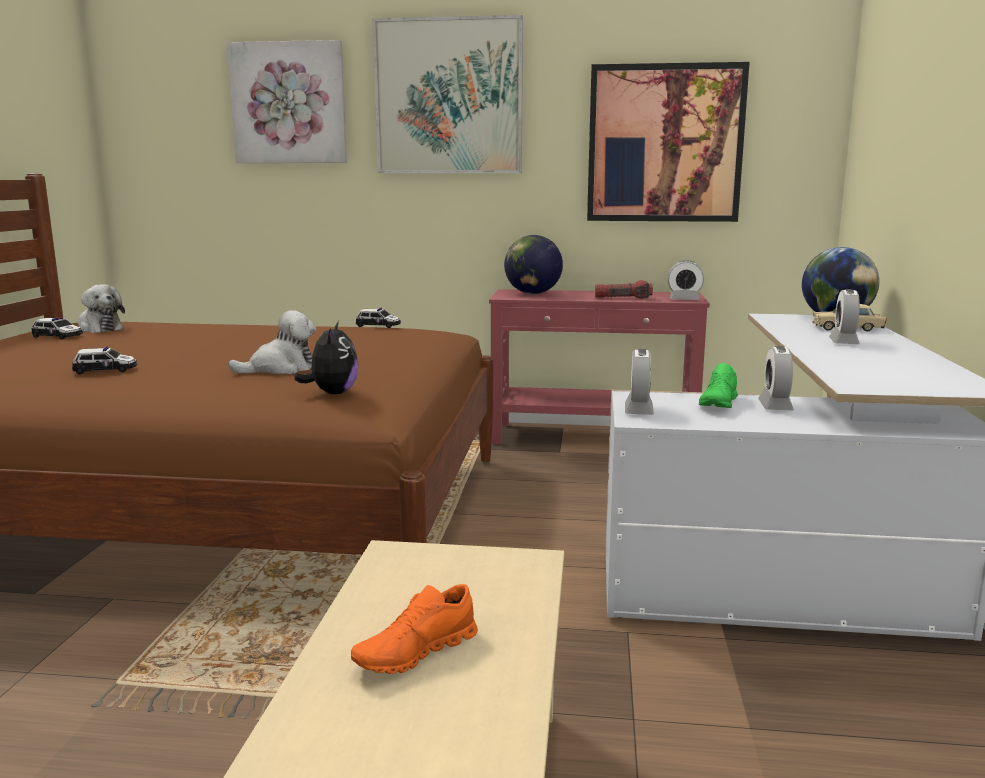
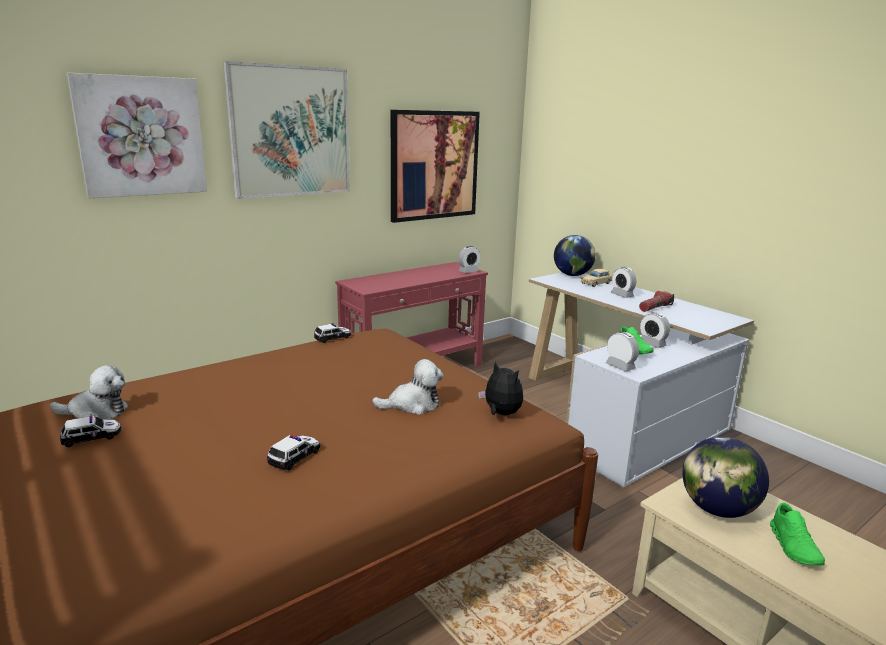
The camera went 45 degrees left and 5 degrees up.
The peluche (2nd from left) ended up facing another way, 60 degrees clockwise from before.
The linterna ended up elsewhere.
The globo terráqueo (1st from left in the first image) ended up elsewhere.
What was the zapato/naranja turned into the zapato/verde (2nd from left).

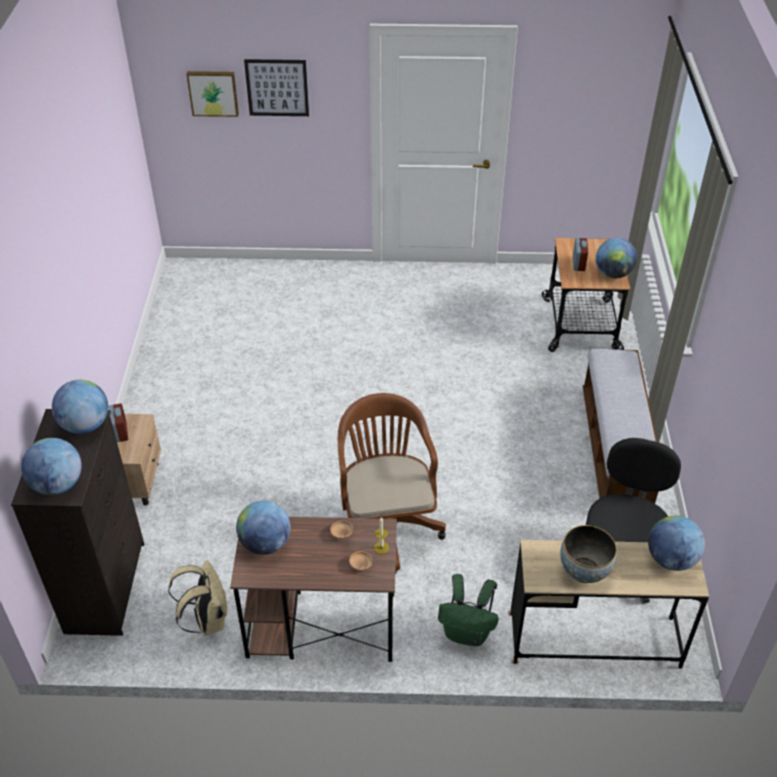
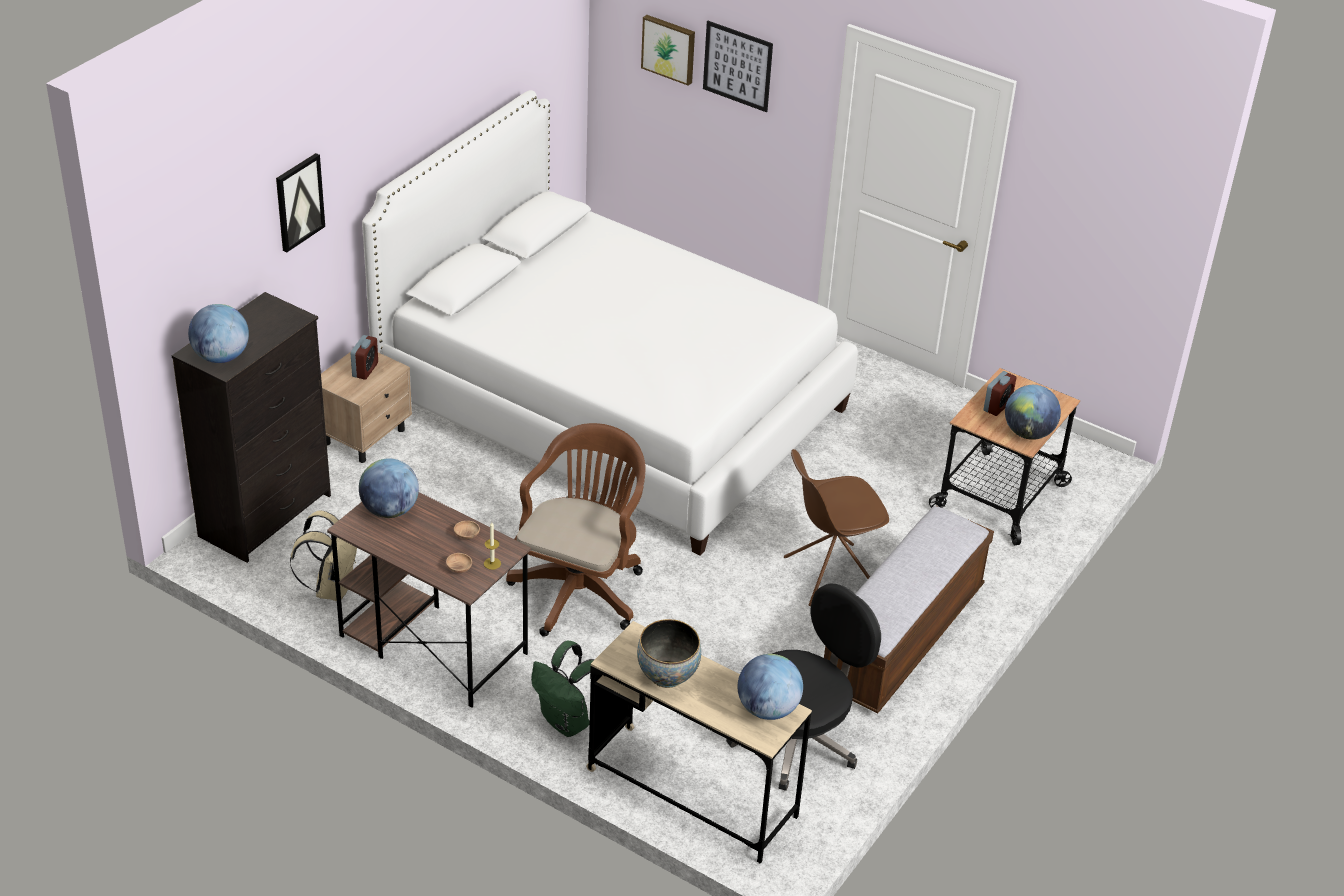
The camera went 30 degrees right and 5 degrees down.
The second view gained the cuadro (1st from left).
The second view gained the cama/blanco.
The second view gained the silla/marrón.
The second view lost the globo terráqueo (2nd from left).

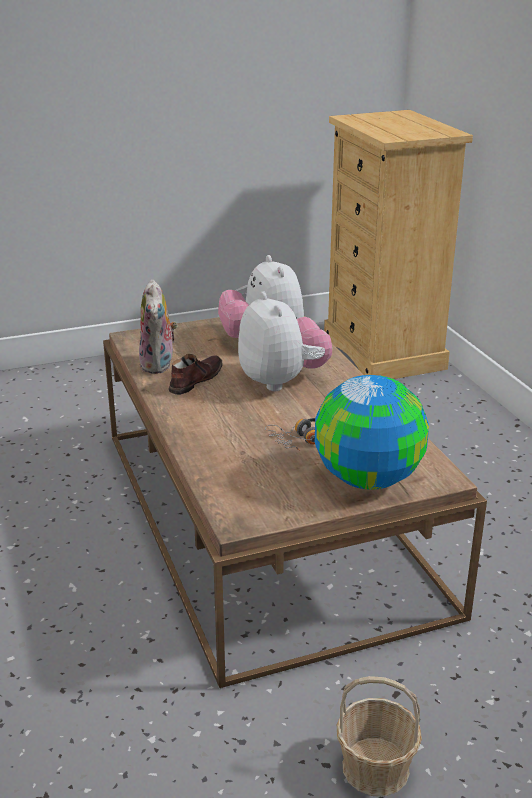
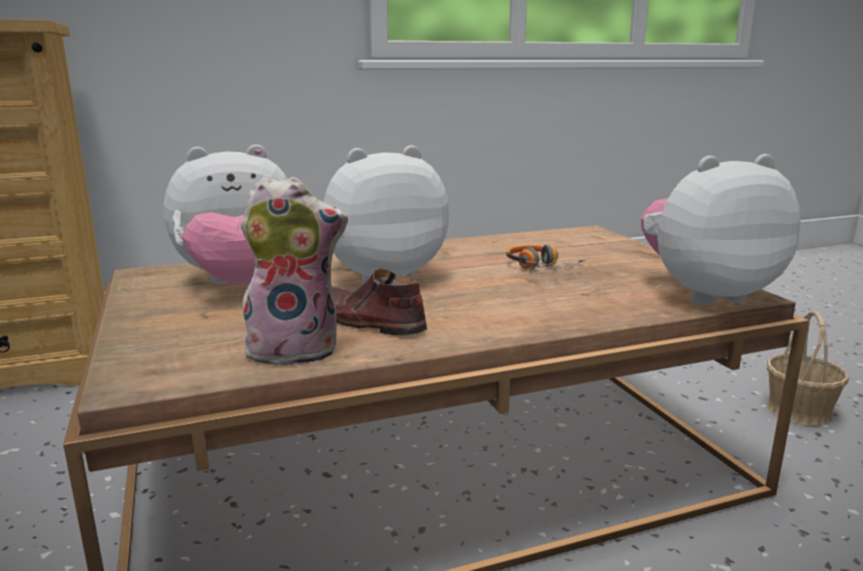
The camera went 90 degrees left and 10 degrees down.
The second view gained the peluche (4th from left).
The second view lost the globo terráqueo.

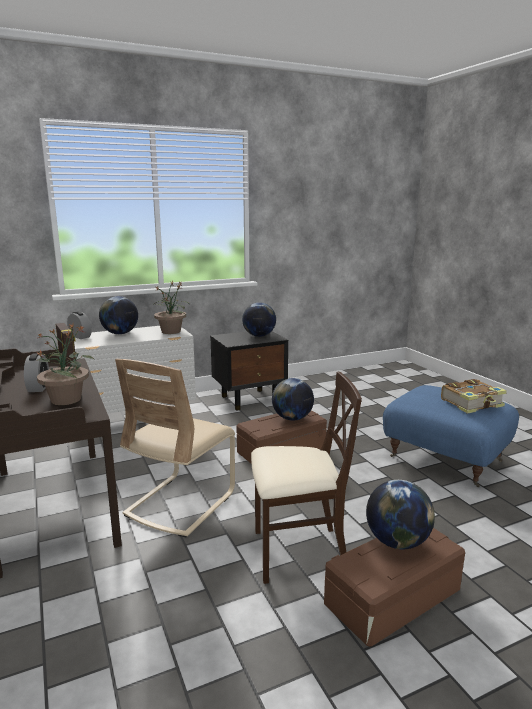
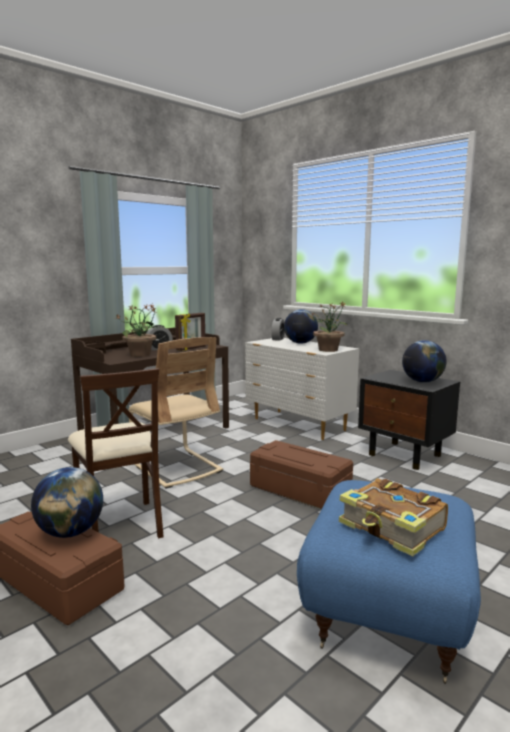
The camera went 70 degrees right and 5 degrees down.
The silla/beis (1st from left in the first image) ended up facing another way, 135 degrees counterclockwise from before.
The second view lost the globo terráqueo (3rd from left).

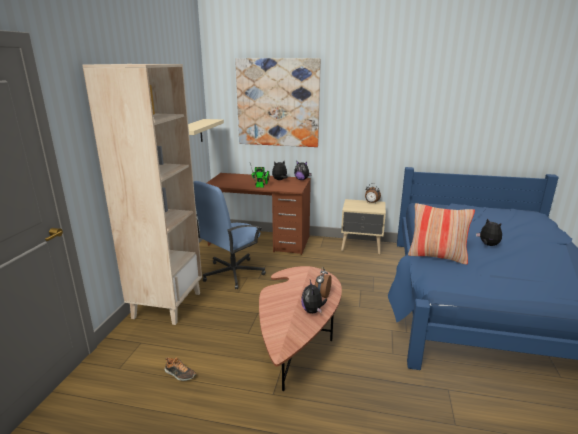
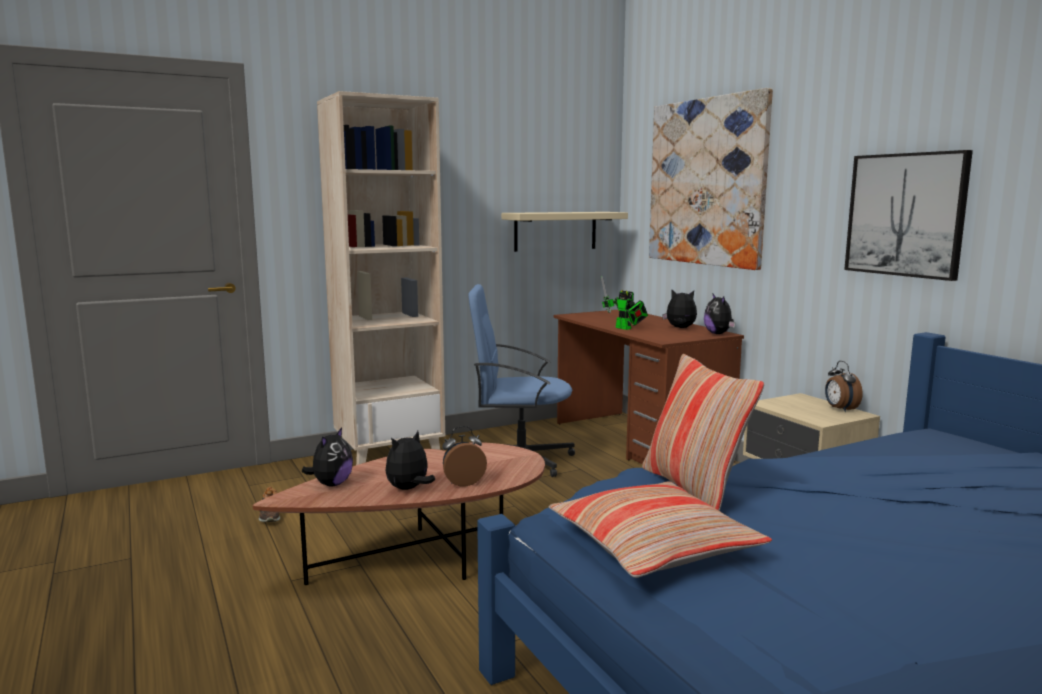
The camera went 50 degrees right and 10 degrees down.
The peluche (4th from left in the first image) ended up elsewhere.
The second view gained the cojín (1st from left).
The second view gained the cuadro (2nd from left).

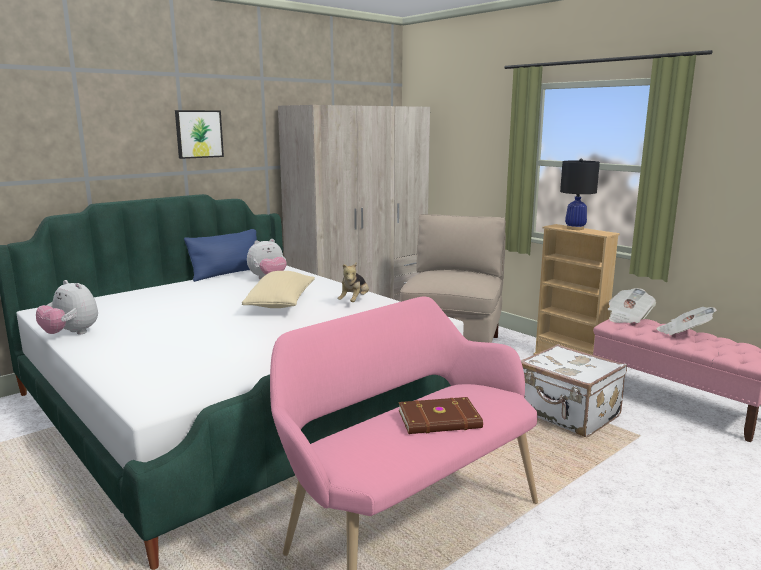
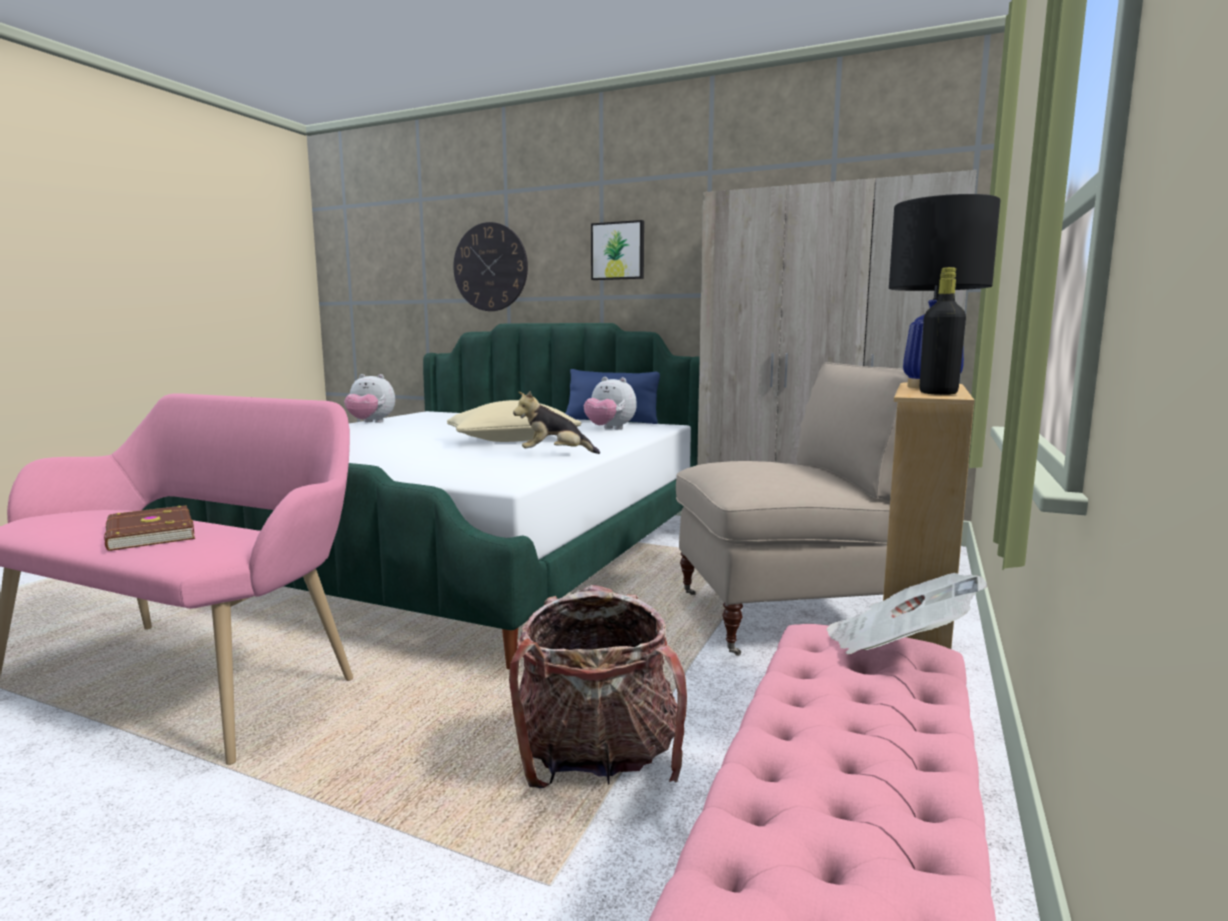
The camera went 65 degrees right and 5 degrees down.
The peluche (1st from left) ended up facing another way, 90 degrees counterclockwise from before.
The second view gained the reloj de pared.
Where the maleta/blanco stood, the mochila came to stand.
The second view gained the botella/negro.
The second view lost the periódico (2nd from left).

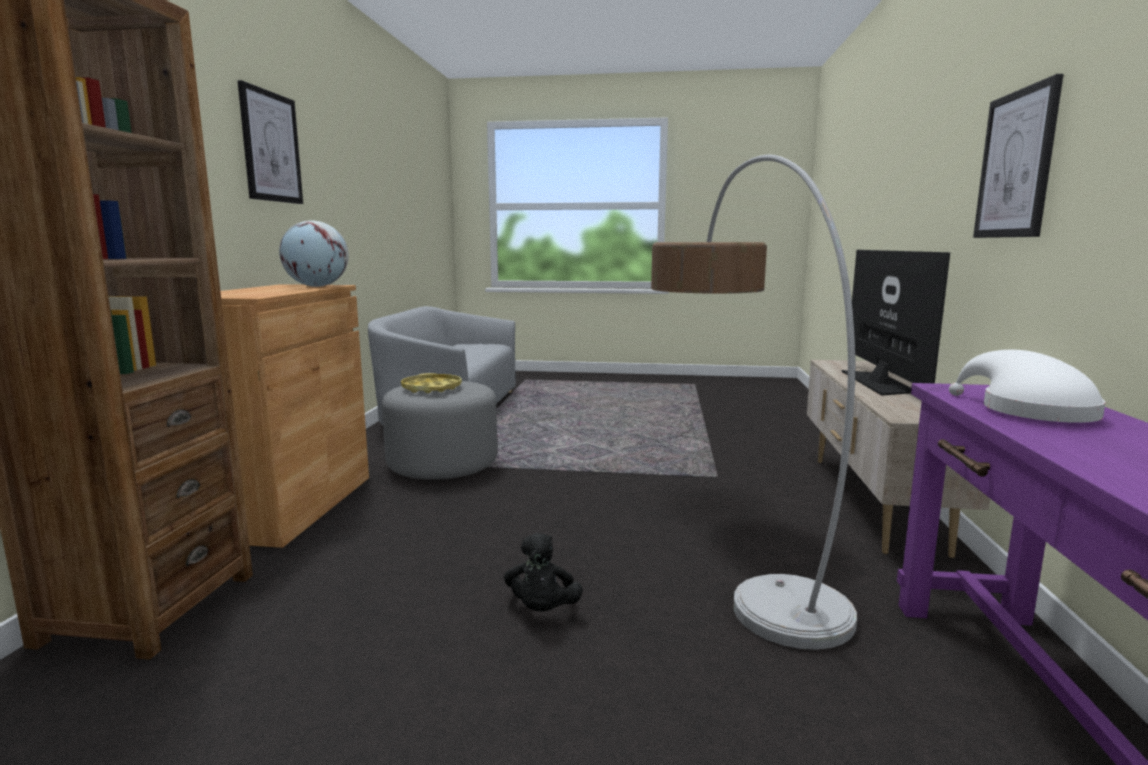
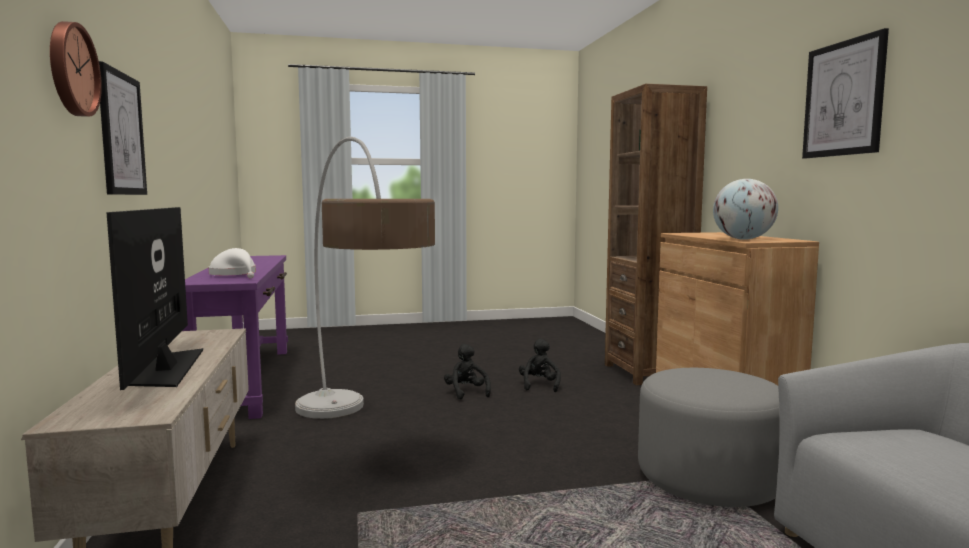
The camera went 160 degrees right and 5 degrees down.
The second view gained the reloj de pared.
The second view gained the peluche/negro (2nd from left).
The second view lost the bandeja/amarillo.

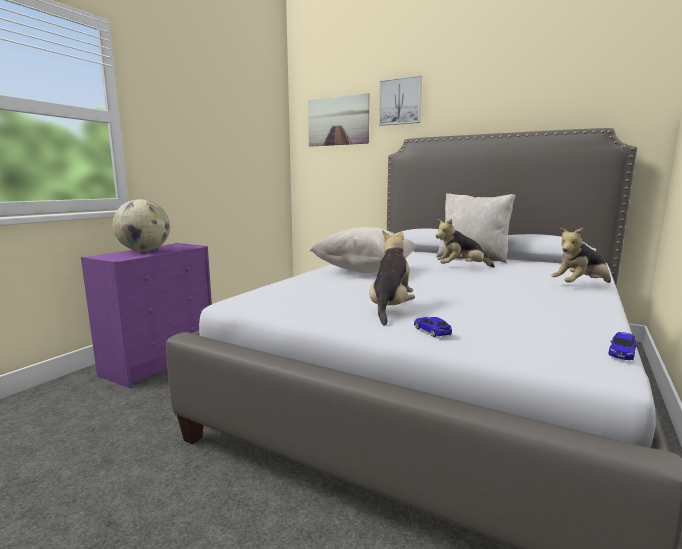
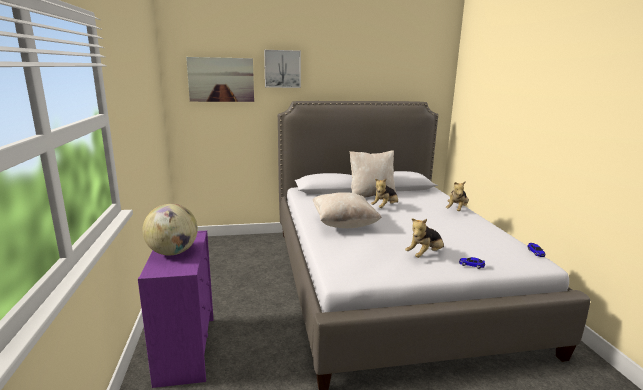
The camera went 40 degrees left and 5 degrees up.
The peluche (1st from left in the first image) ended up facing another way, 105 degrees counterclockwise from before.

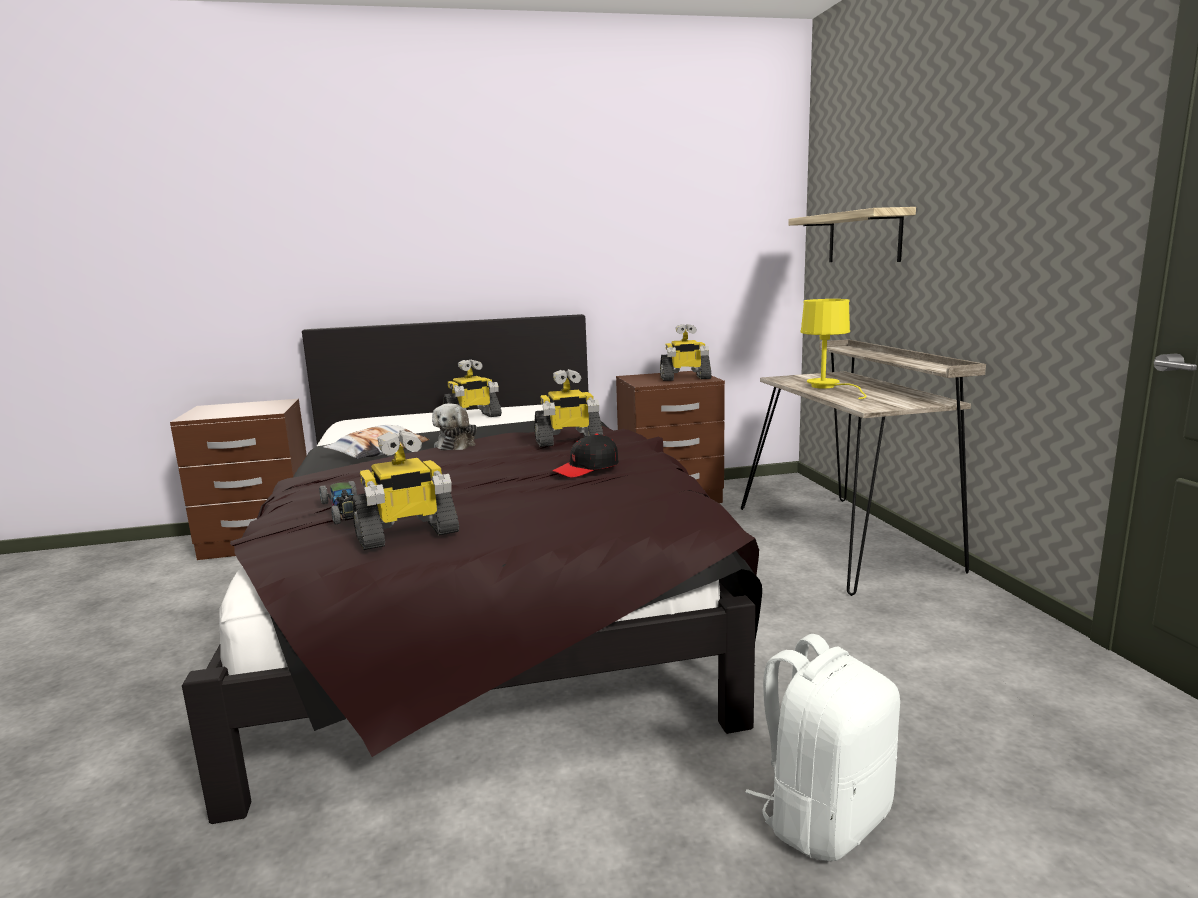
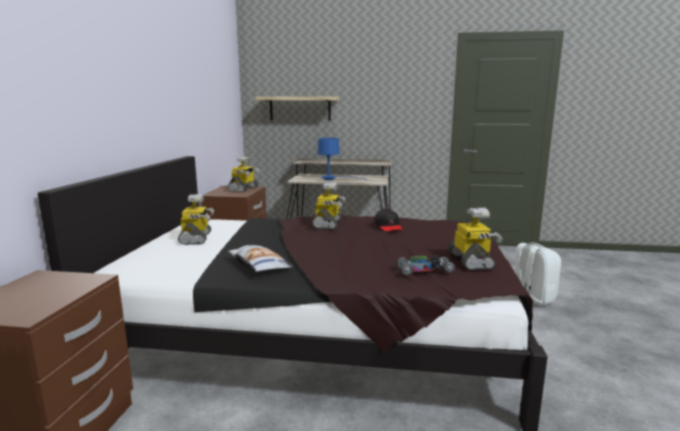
The camera went 70 degrees left and 0 degrees up.
What was the lámpara de mesa/amarillo turned into the lámpara de mesa/azul.
The second view lost the peluche.

